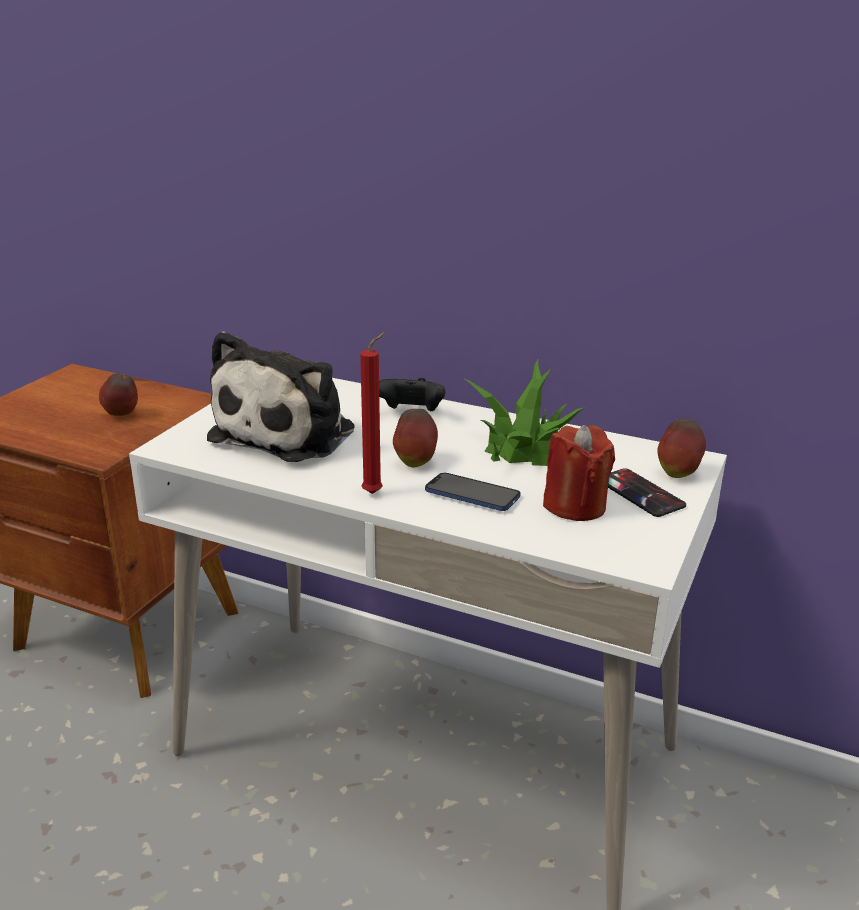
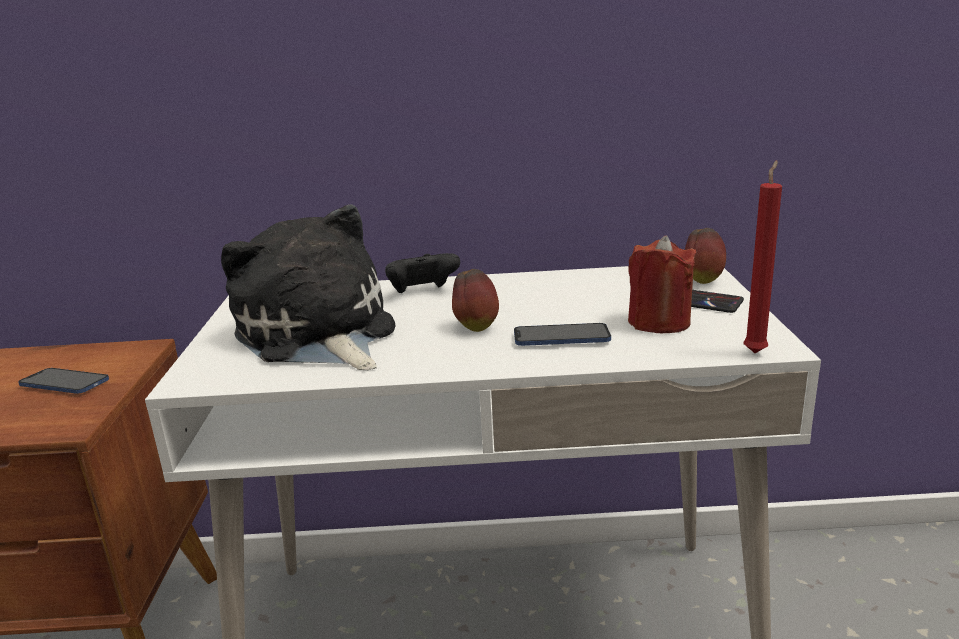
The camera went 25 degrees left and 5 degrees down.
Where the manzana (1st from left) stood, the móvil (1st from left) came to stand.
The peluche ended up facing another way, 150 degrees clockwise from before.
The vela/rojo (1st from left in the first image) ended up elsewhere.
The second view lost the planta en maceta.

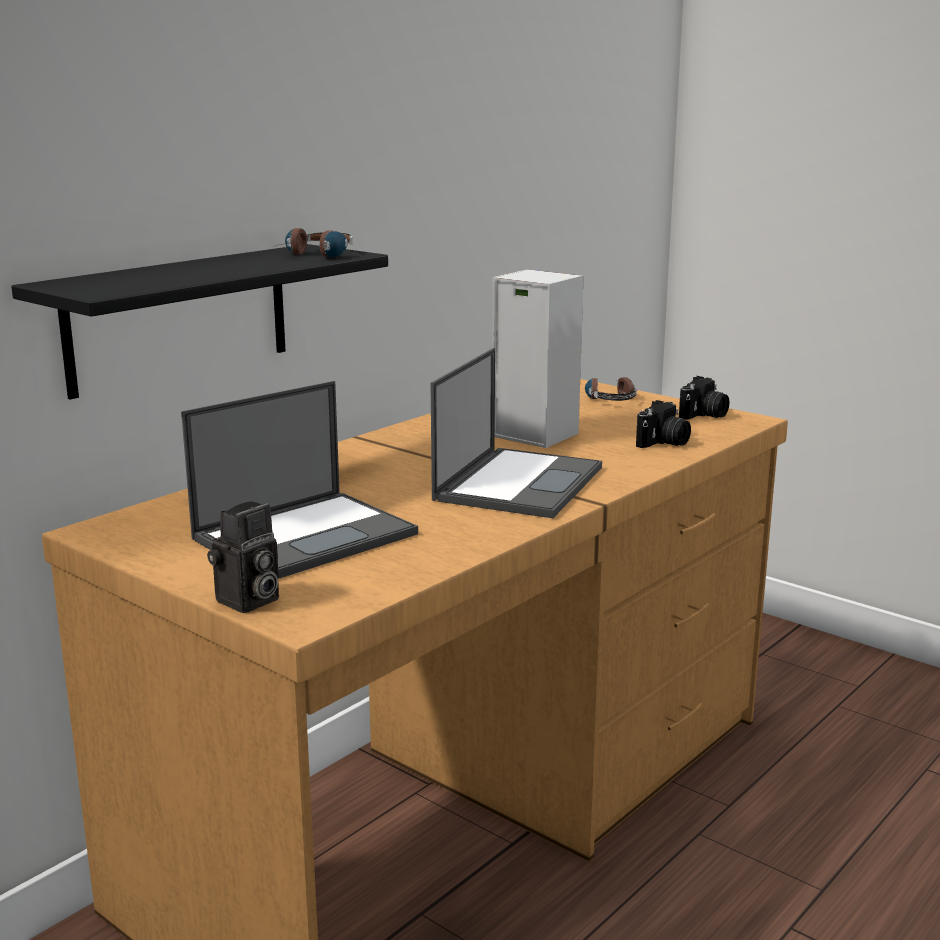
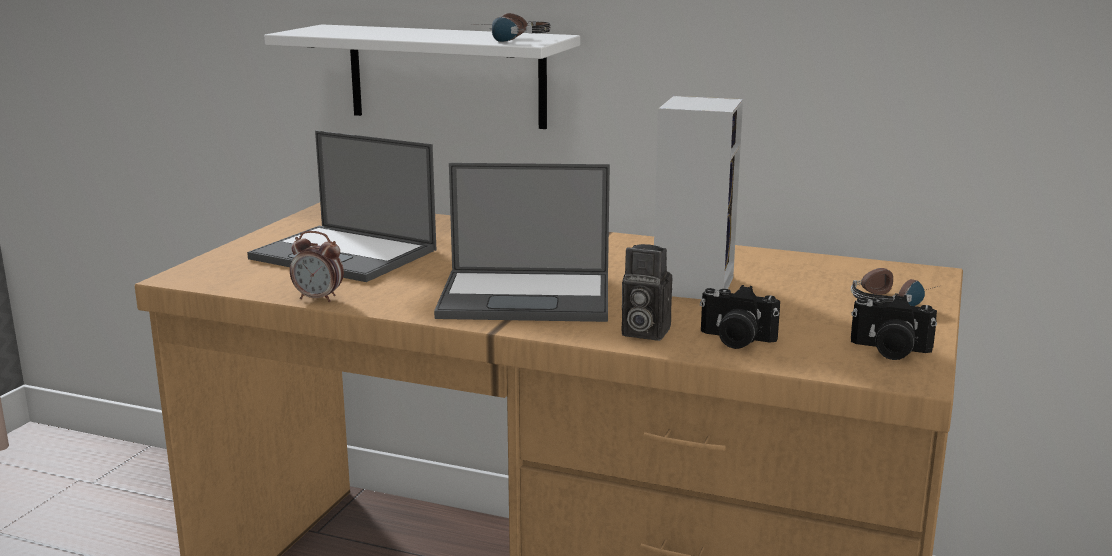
The camera went 70 degrees right and 0 degrees up.
What was the estante/negro turned into the estante/blanco.
The second view gained the despertador.
The cámara (1st from left) ended up elsewhere.

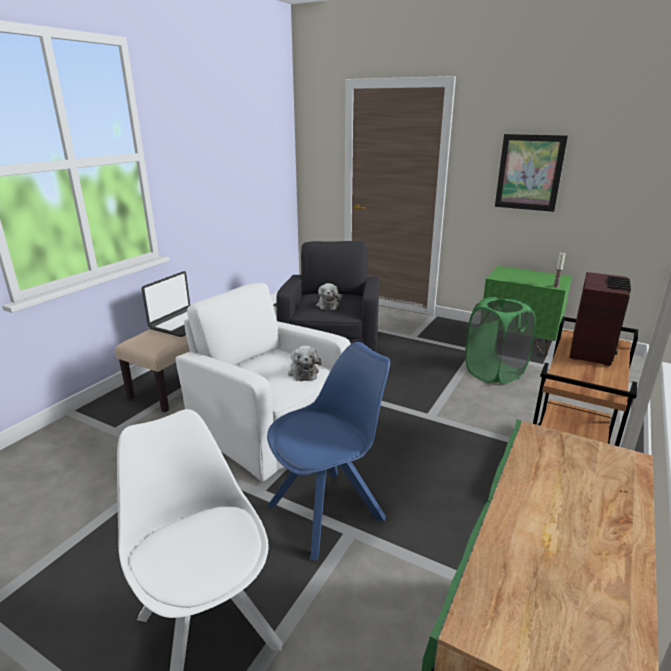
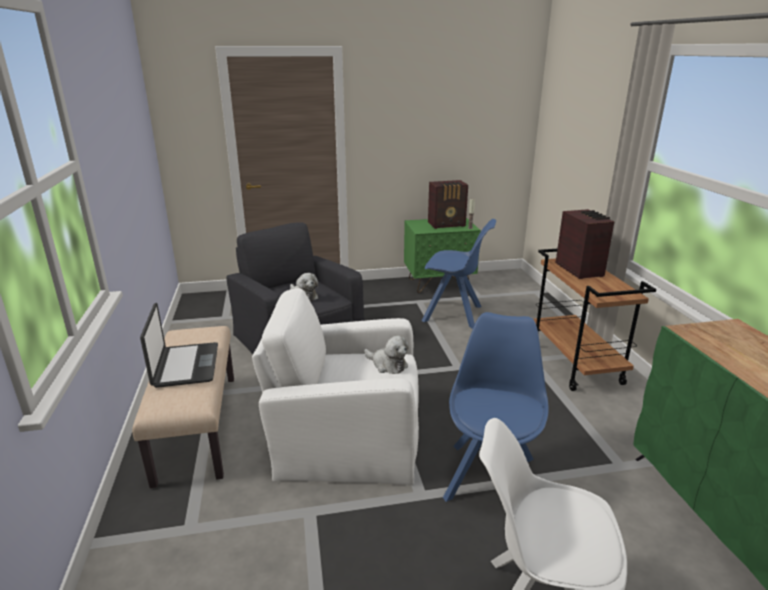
The camera went 40 degrees left and 0 degrees up.
Where the cesto de la ropa/verde stood, the silla/azul (1st from left) came to stand.
The second view gained the radio (1st from left).
The second view lost the cuadro.

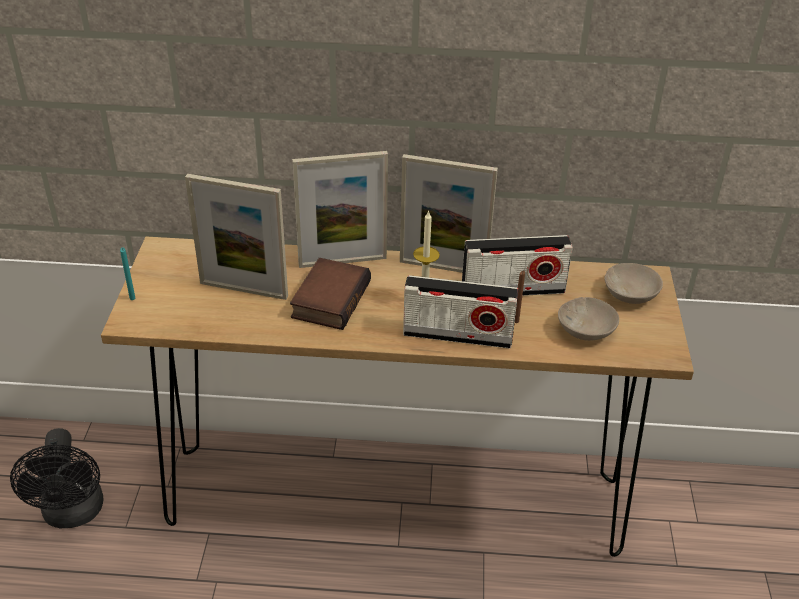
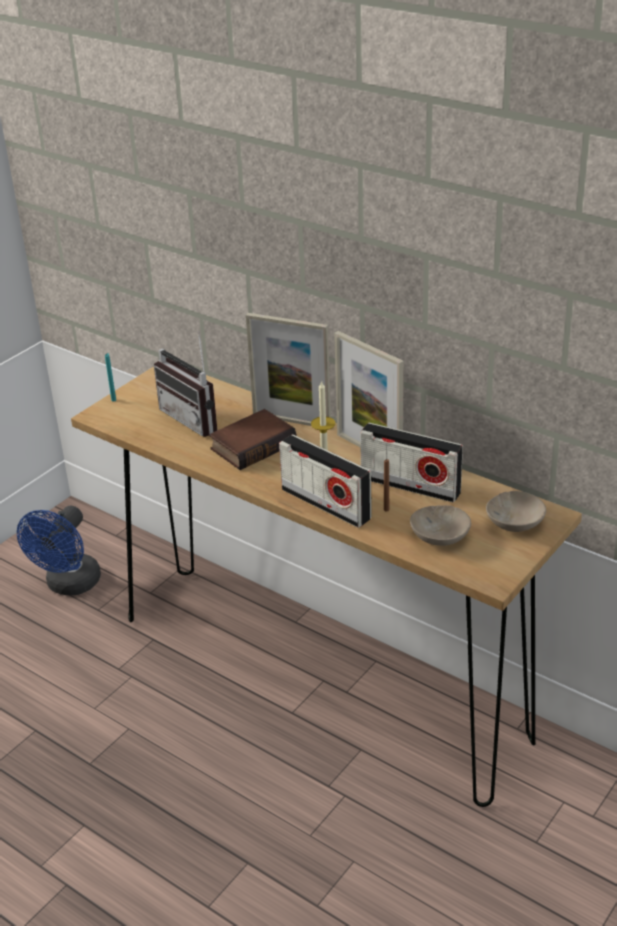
The camera went 35 degrees right and 5 degrees down.
What was the ventilador/negro turned into the ventilador/azul.
Where the portarretratos (1st from left) stood, the radio (1st from left) came to stand.

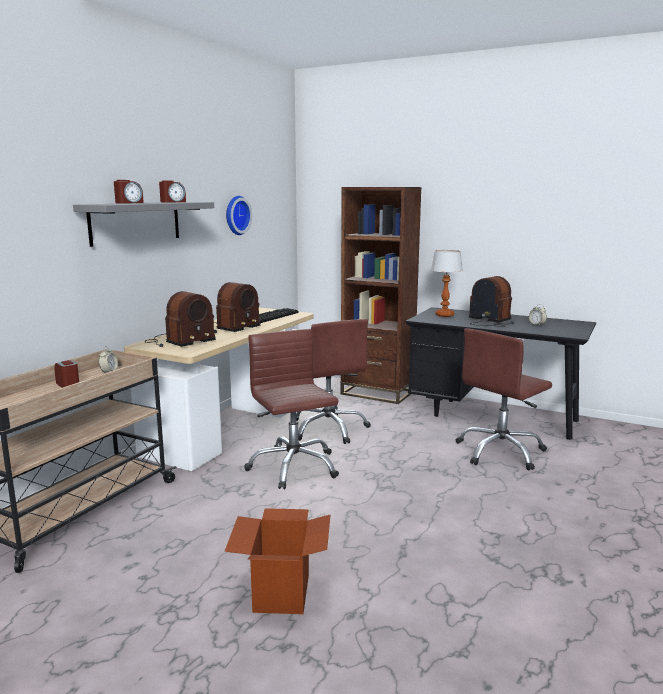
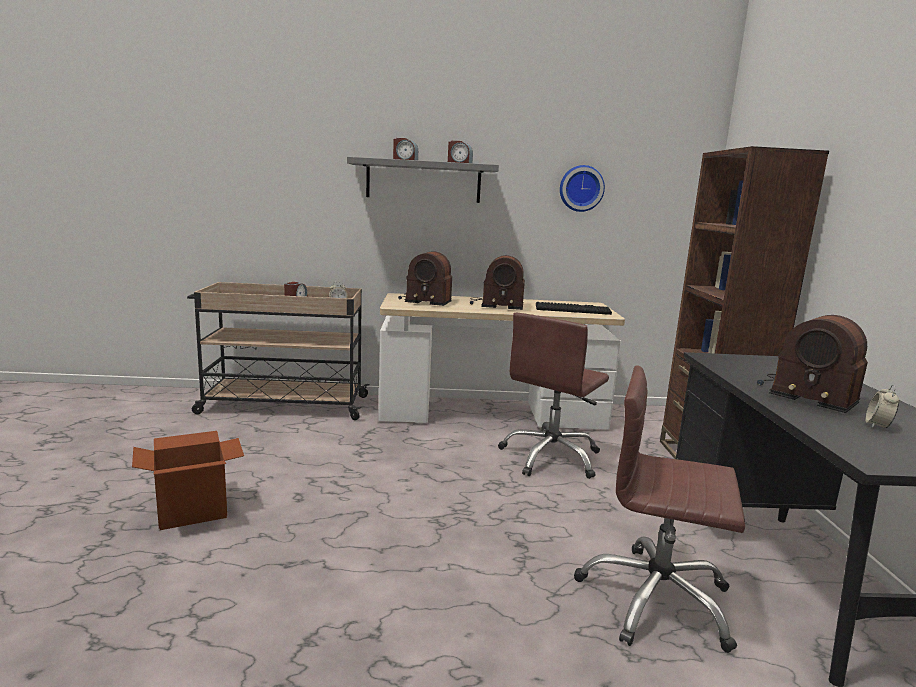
The camera went 60 degrees right and 0 degrees up.
The radio (3rd from left) ended up facing another way, 120 degrees clockwise from before.
The second view lost the silla de oficina/marrón (1st from left).
The second view lost the lámpara de mesa.

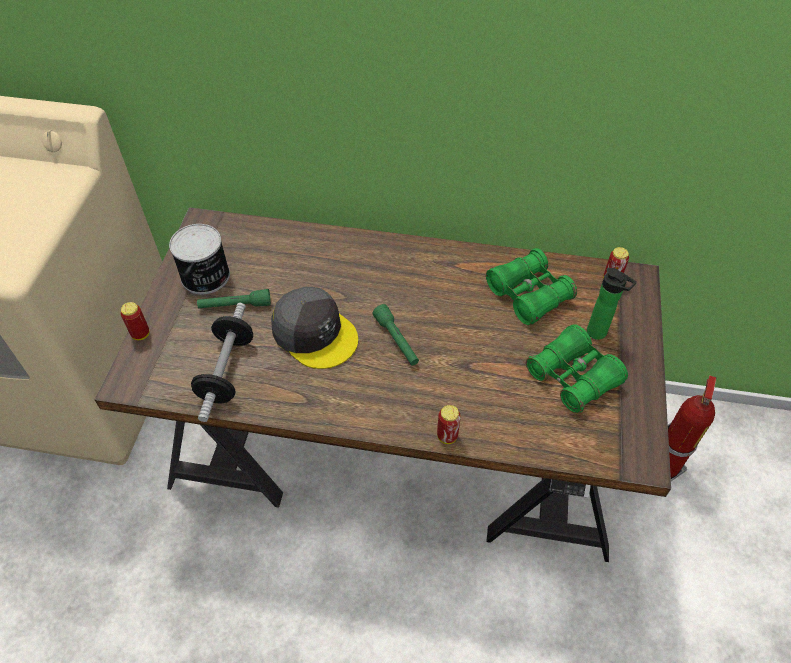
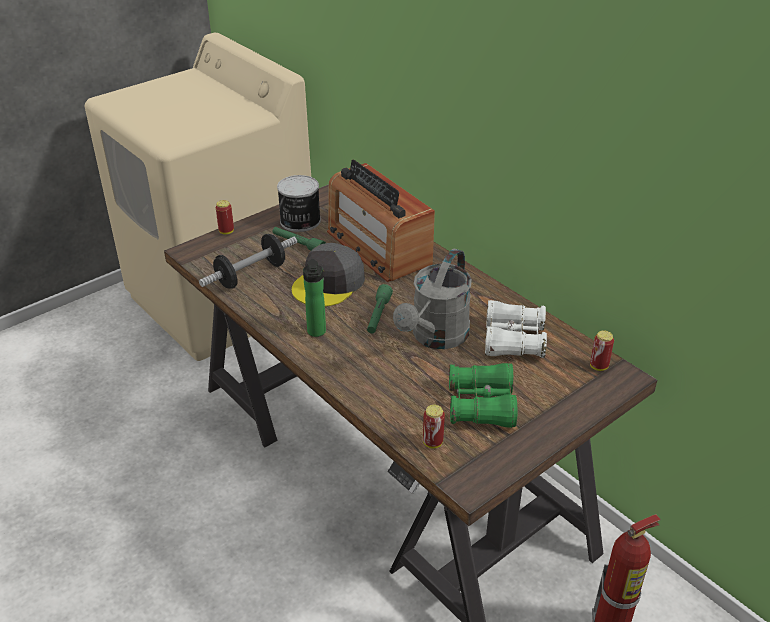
The camera went 40 degrees right and 15 degrees down.
The gorra/gris ended up facing another way, 45 degrees clockwise from before.
The botella ended up elsewhere.
The second view gained the radio.
The second view gained the regadera/gris.
The lata (3rd from left) ended up elsewhere.
What was the prismáticos/verde (1st from left) turned into the prismáticos/blanco.

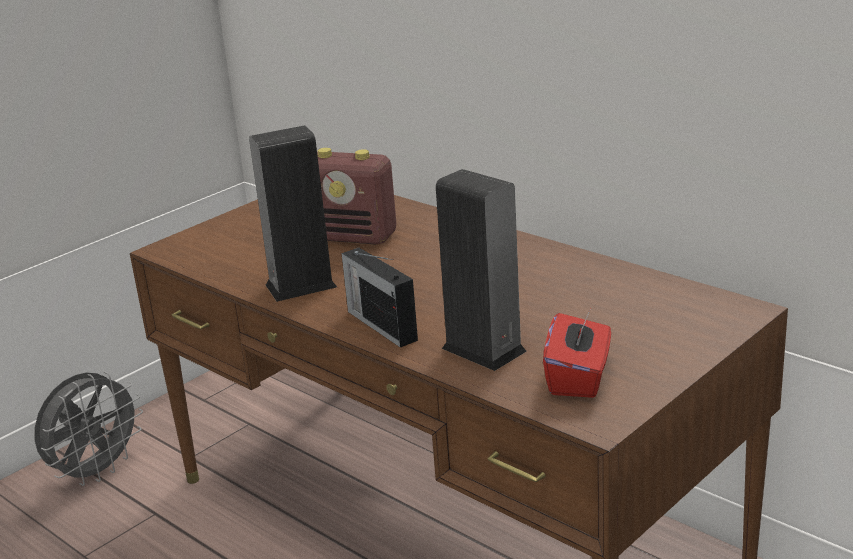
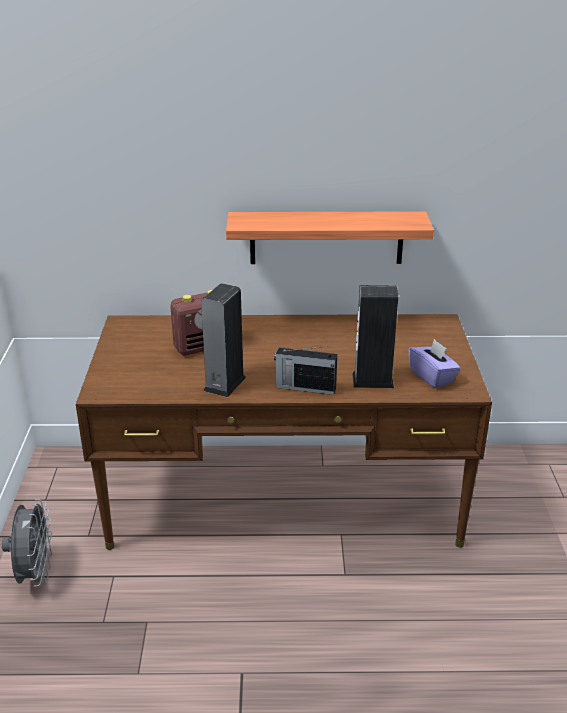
The camera went 45 degrees left and 5 degrees up.
The second view gained the estante.
What was the caja de pañuelos/rojo turned into the caja de pañuelos/morado.

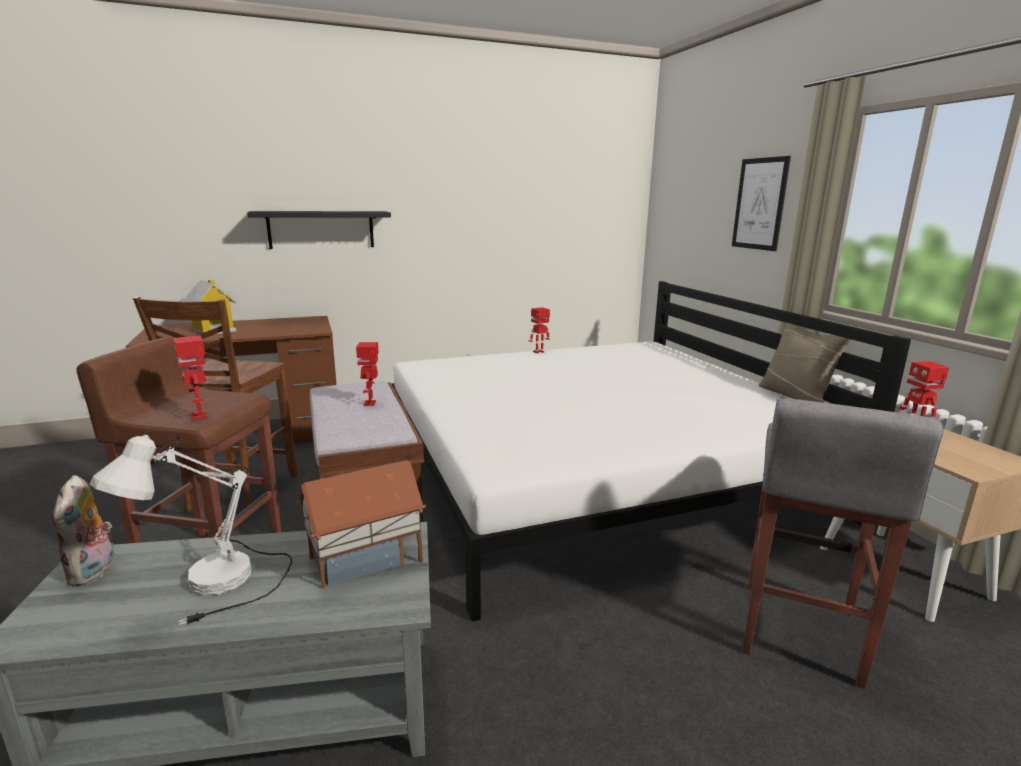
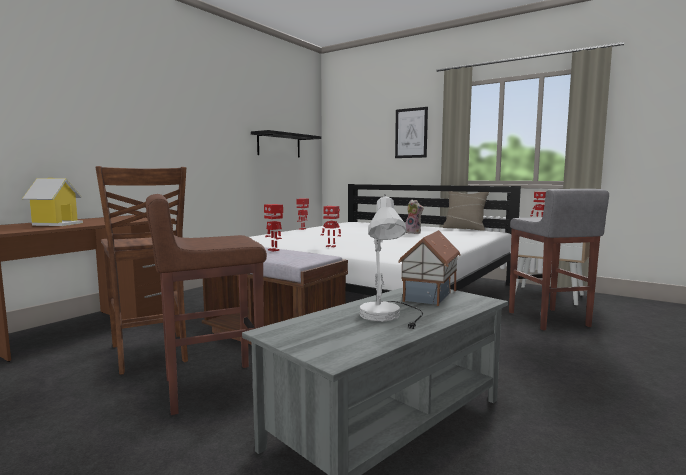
The camera went 35 degrees left and 10 degrees down.
The estante/negro ended up elsewhere.
The robot de juguete (1st from left in the first image) ended up elsewhere.
The peluche ended up elsewhere.

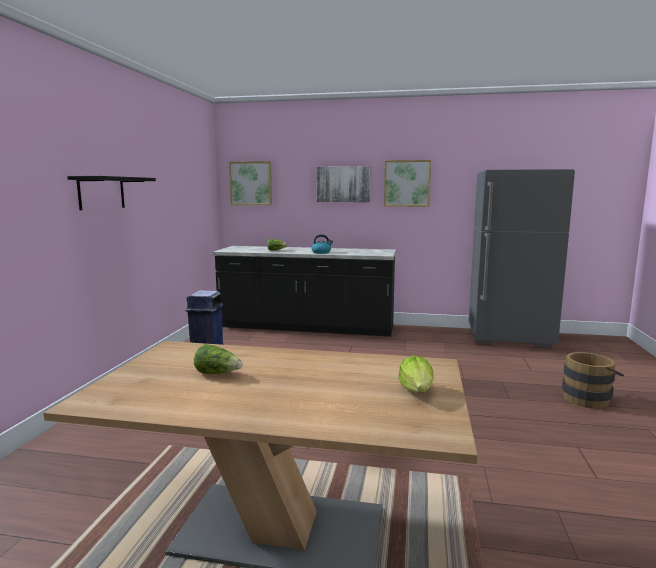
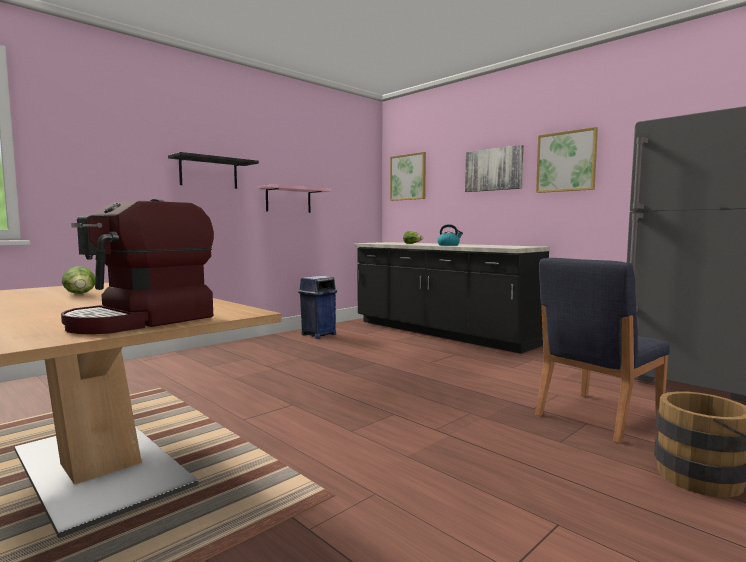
The camera went 35 degrees right and 5 degrees down.
Where the lechuga (3rd from left) stood, the cafetera came to stand.
The second view gained the estante/rosa.
The second view gained the silla/azul.

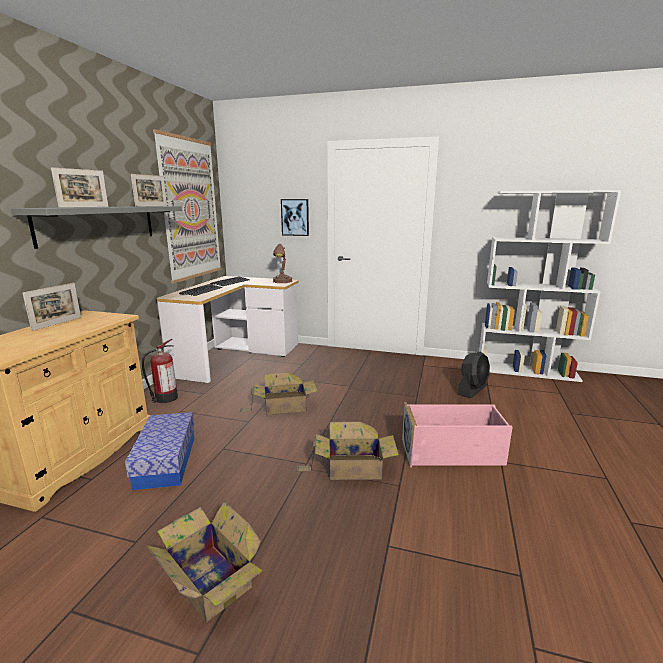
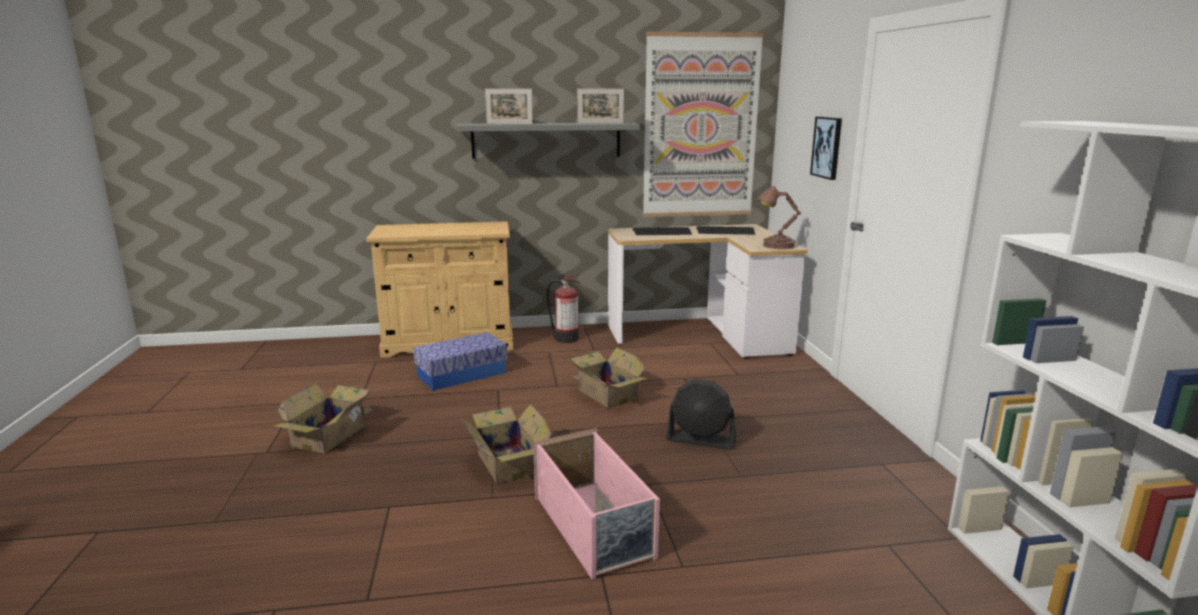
The camera went 65 degrees right and 0 degrees up.
The ventilador/negro ended up elsewhere.
The second view lost the portarretratos (1st from left).

